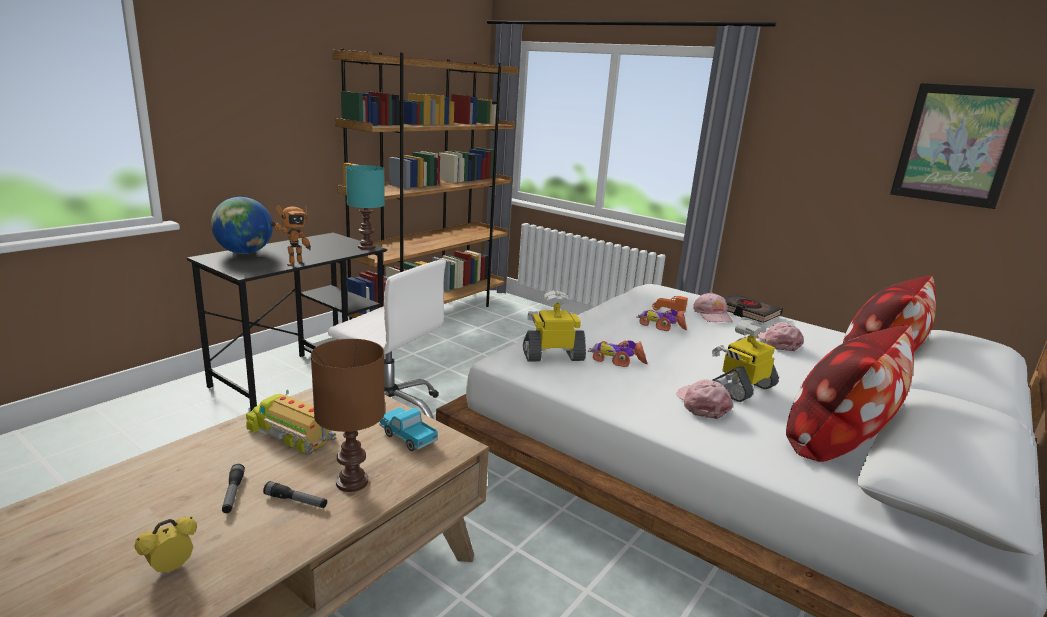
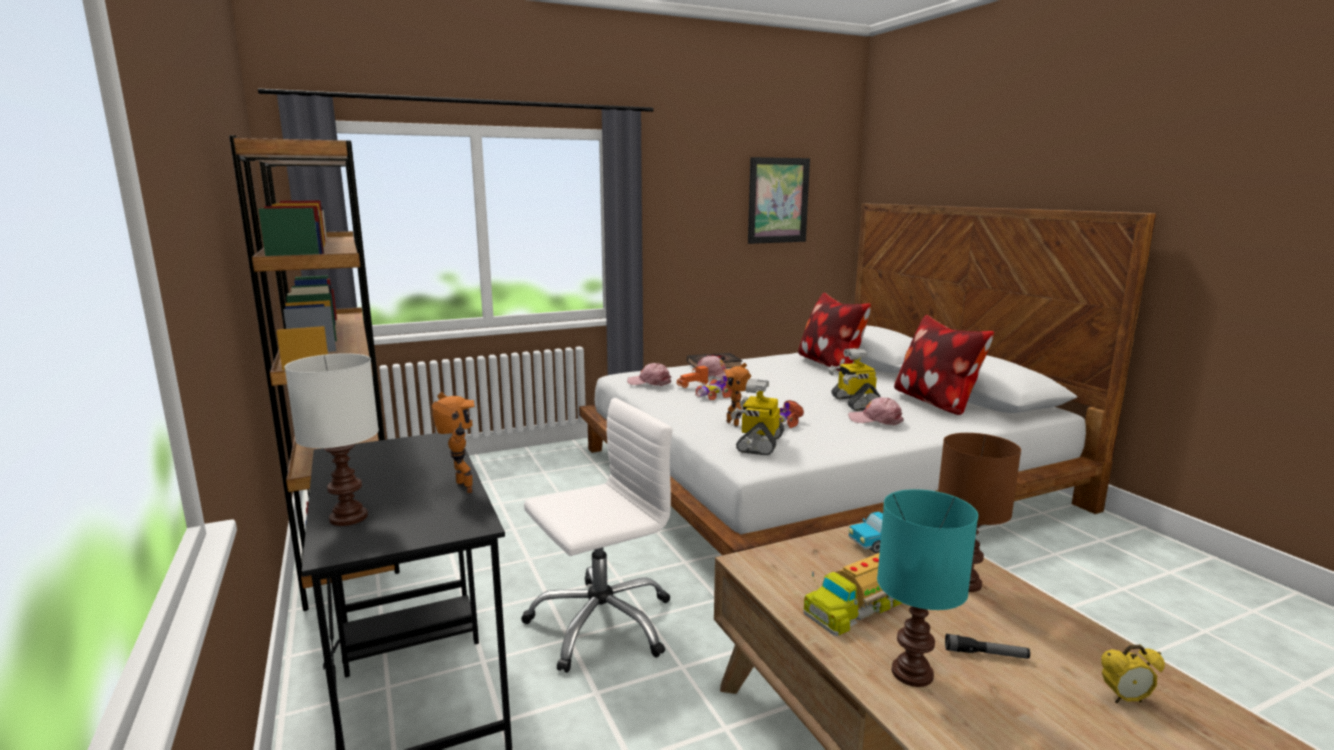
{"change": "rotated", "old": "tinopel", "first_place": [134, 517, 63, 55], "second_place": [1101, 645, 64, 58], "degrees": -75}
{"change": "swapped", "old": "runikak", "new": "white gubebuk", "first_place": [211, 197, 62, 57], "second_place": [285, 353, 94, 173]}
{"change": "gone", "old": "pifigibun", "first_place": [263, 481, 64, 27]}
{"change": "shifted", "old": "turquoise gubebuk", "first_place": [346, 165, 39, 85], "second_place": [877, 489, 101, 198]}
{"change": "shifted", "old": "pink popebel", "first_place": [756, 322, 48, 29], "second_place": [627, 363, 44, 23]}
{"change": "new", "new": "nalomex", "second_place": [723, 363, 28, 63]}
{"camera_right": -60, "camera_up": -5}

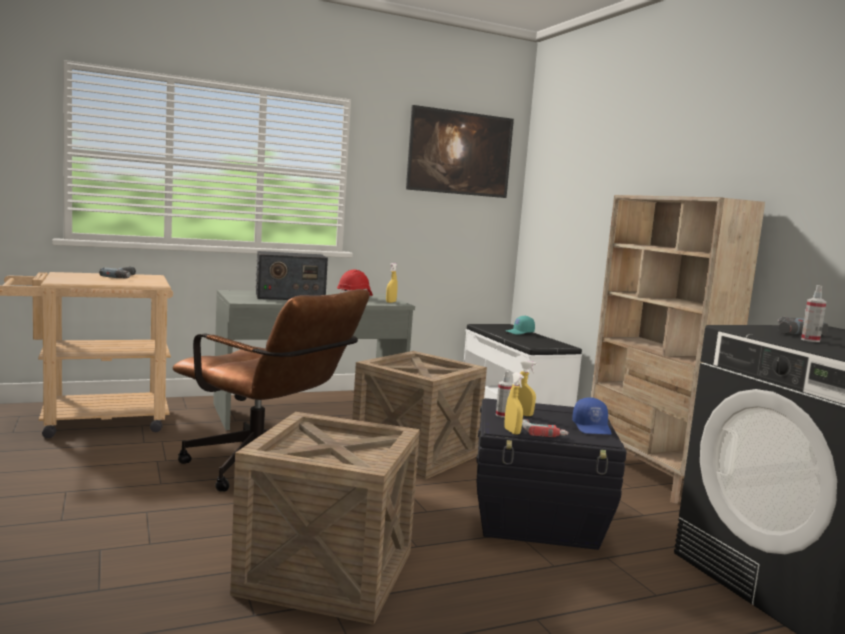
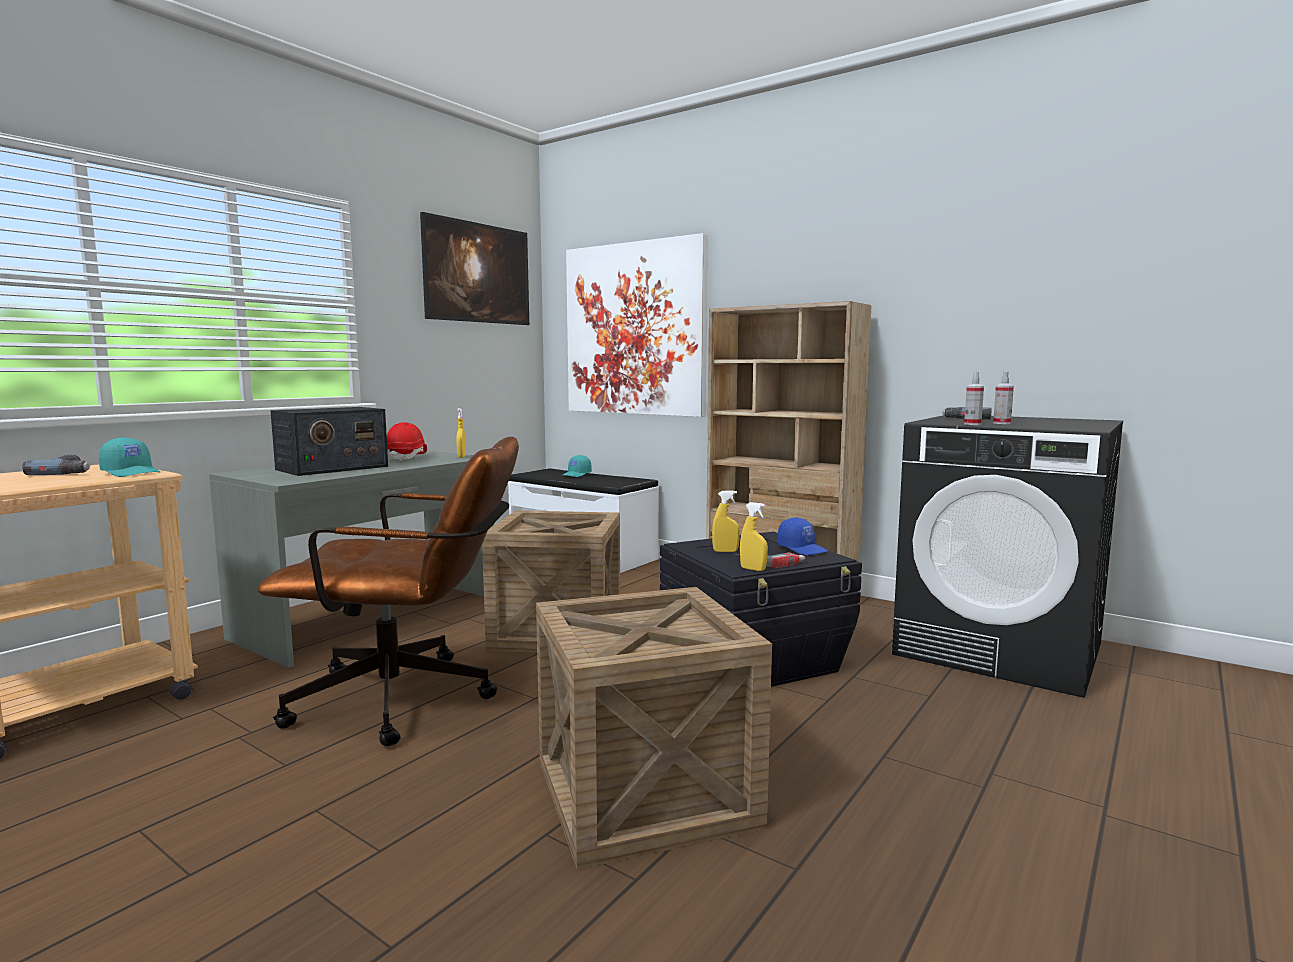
{"change": "shifted", "old": "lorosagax", "first_place": [496, 371, 17, 47], "second_place": [964, 371, 20, 54]}
{"change": "new", "new": "turquoise popebel", "second_place": [99, 437, 62, 40]}
{"change": "new", "new": "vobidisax", "second_place": [566, 233, 142, 184]}
{"camera_right": -30, "camera_up": 0}

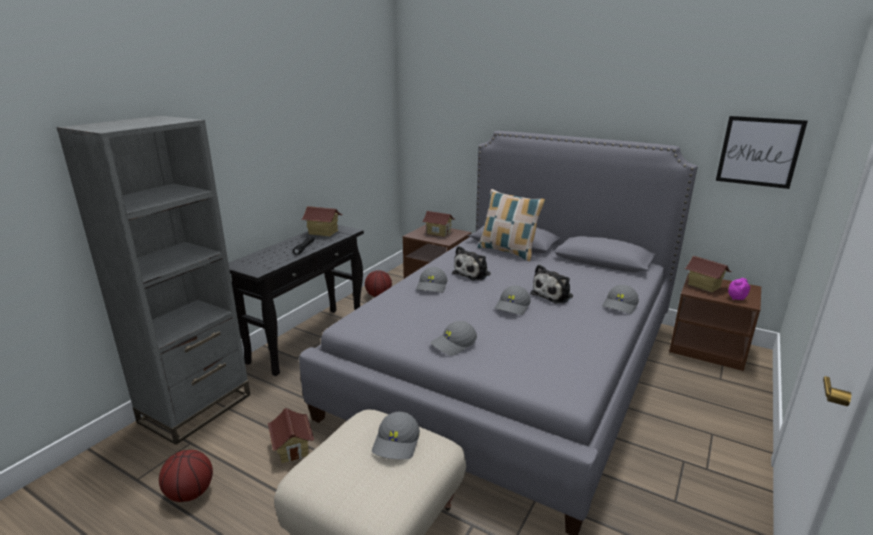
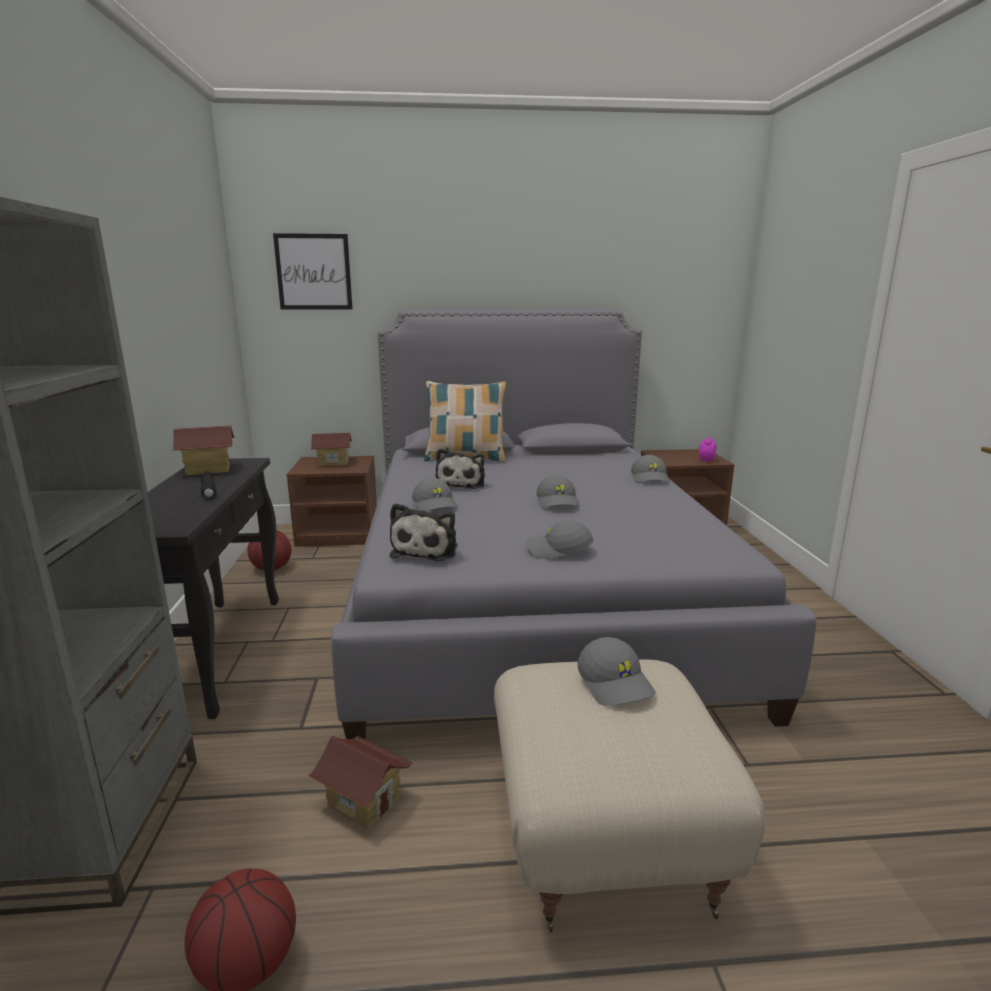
{"change": "rotated", "old": "grey popebel", "first_place": [431, 321, 46, 35], "second_place": [525, 520, 68, 39], "degrees": 75}
{"change": "shifted", "old": "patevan", "first_place": [530, 264, 43, 40], "second_place": [390, 503, 68, 58]}
{"change": "gone", "old": "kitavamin", "first_place": [684, 256, 47, 36]}
{"change": "shifted", "old": "vobidisax", "first_place": [716, 116, 92, 73], "second_place": [273, 233, 80, 77]}
{"camera_right": -35, "camera_up": -5}

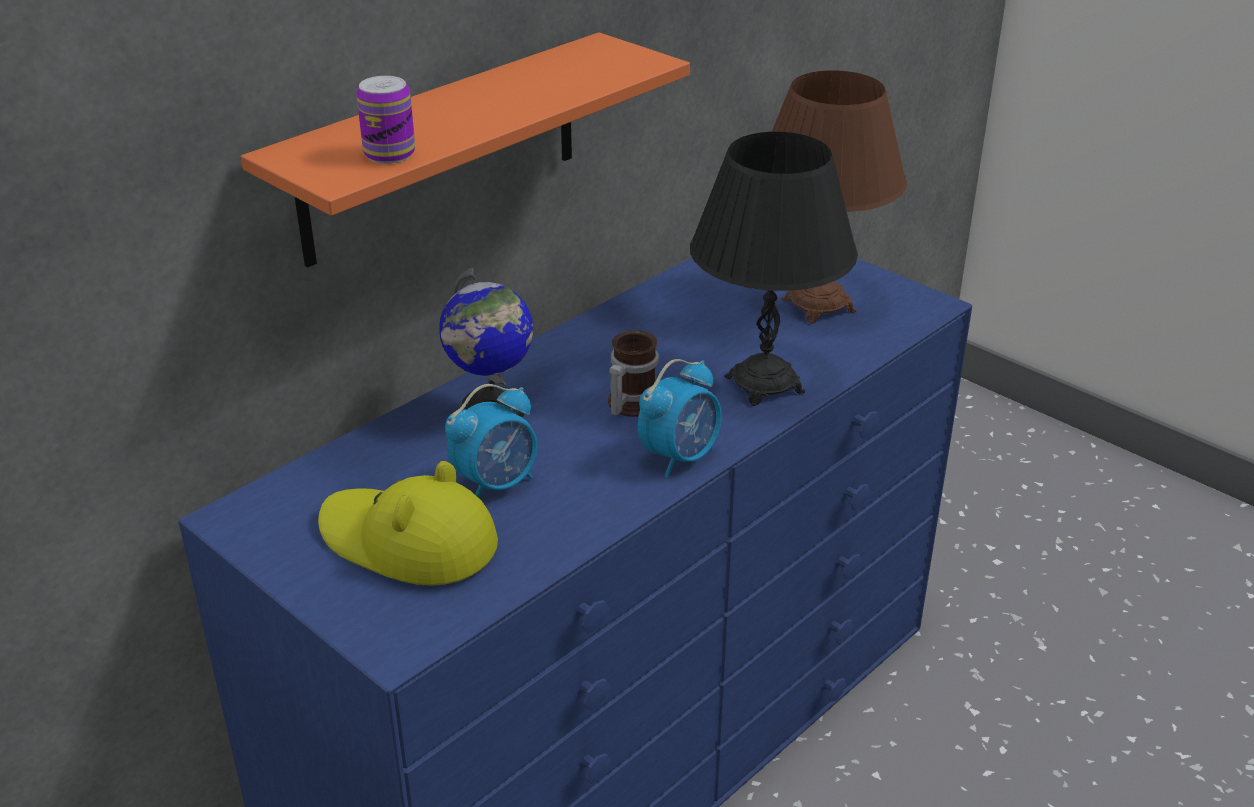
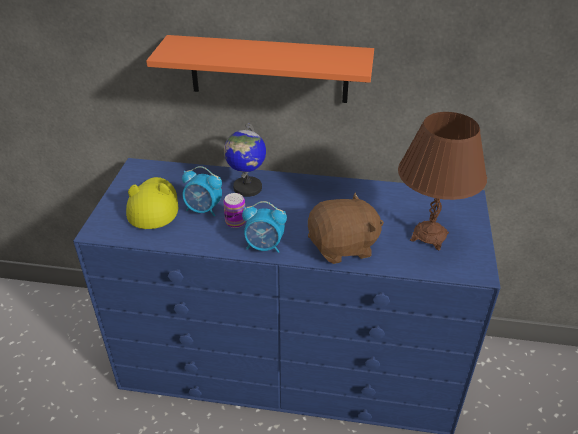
{"change": "shifted", "old": "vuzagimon", "first_place": [356, 76, 59, 88], "second_place": [223, 193, 23, 35]}
{"change": "gone", "old": "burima", "first_place": [608, 330, 51, 87]}
{"change": "swapped", "old": "black gubebuk", "new": "brown patevan", "first_place": [690, 132, 168, 274], "second_place": [308, 192, 76, 72]}
{"camera_right": 55, "camera_up": 5}

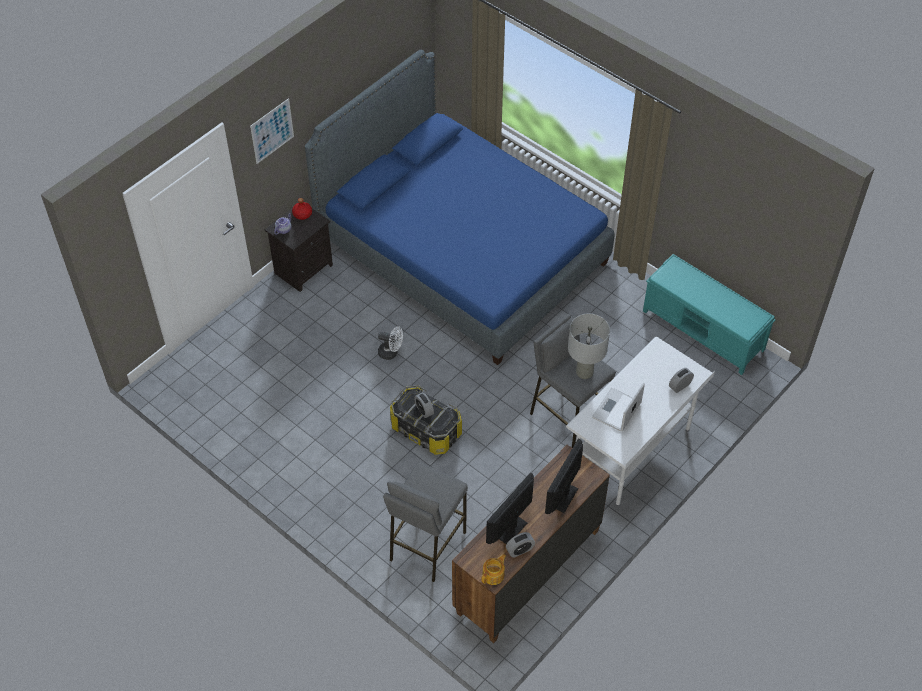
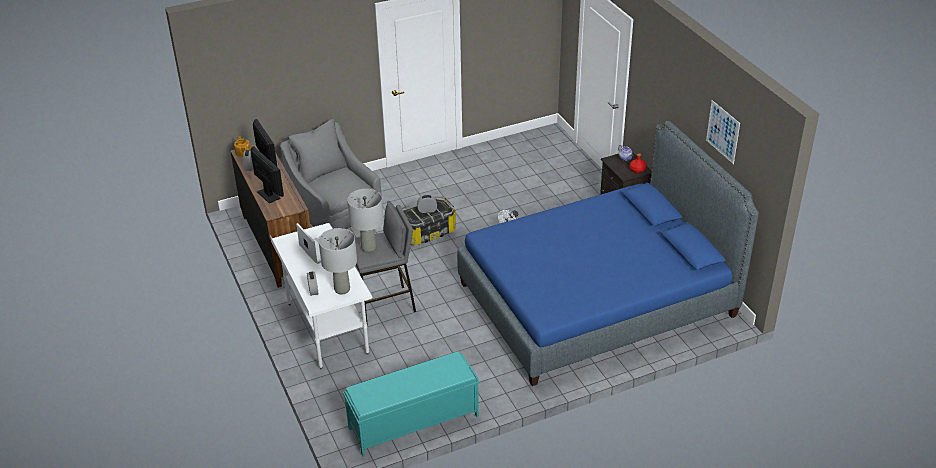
{"change": "shifted", "old": "vobidisax", "first_place": [250, 98, 44, 66], "second_place": [706, 100, 34, 64]}
{"change": "swapped", "old": "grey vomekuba", "new": "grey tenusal", "first_place": [383, 462, 85, 120], "second_place": [280, 119, 102, 110]}
{"change": "new", "new": "grey gubebuk", "second_place": [319, 228, 38, 67]}
{"camera_right": 115, "camera_up": -15}

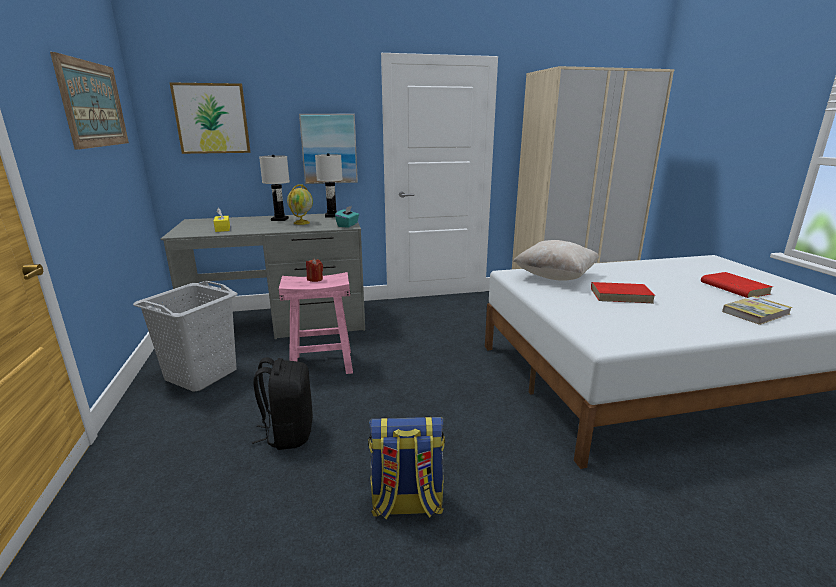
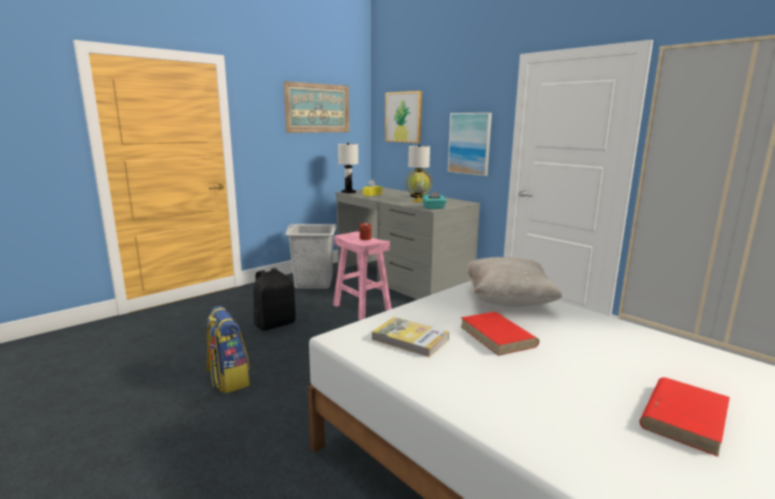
{"change": "shifted", "old": "white gubebuk", "first_place": [315, 153, 28, 65], "second_place": [338, 143, 20, 50]}
{"change": "shifted", "old": "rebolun", "first_place": [722, 296, 70, 29], "second_place": [371, 317, 78, 41]}
{"camera_right": 60, "camera_up": -5}

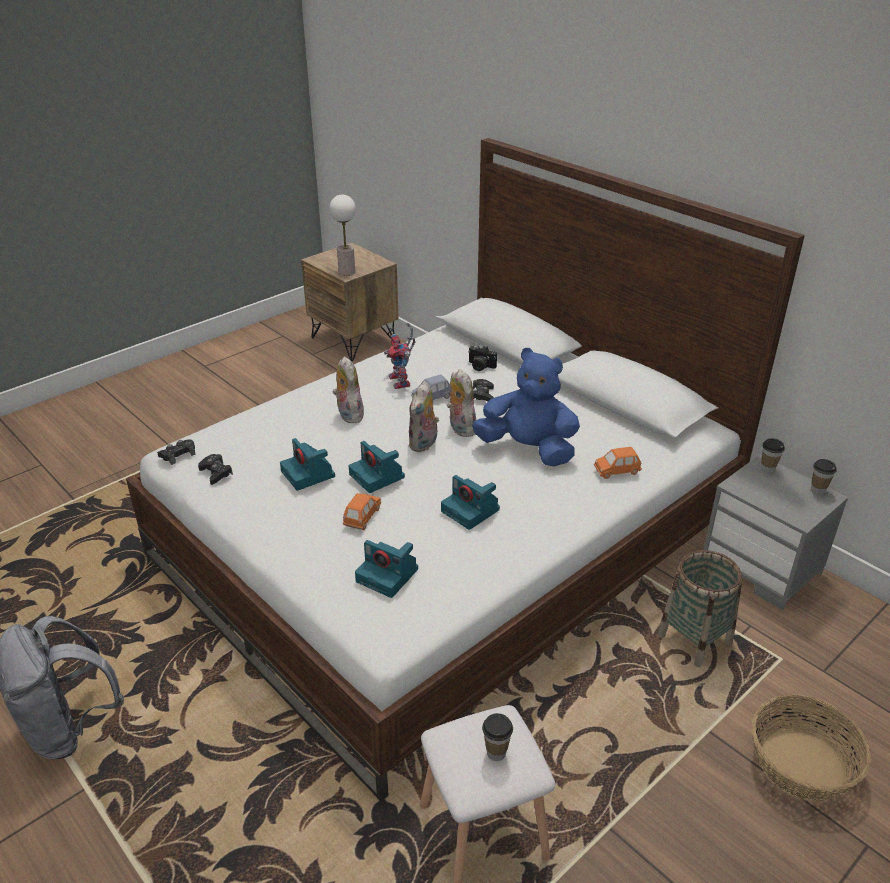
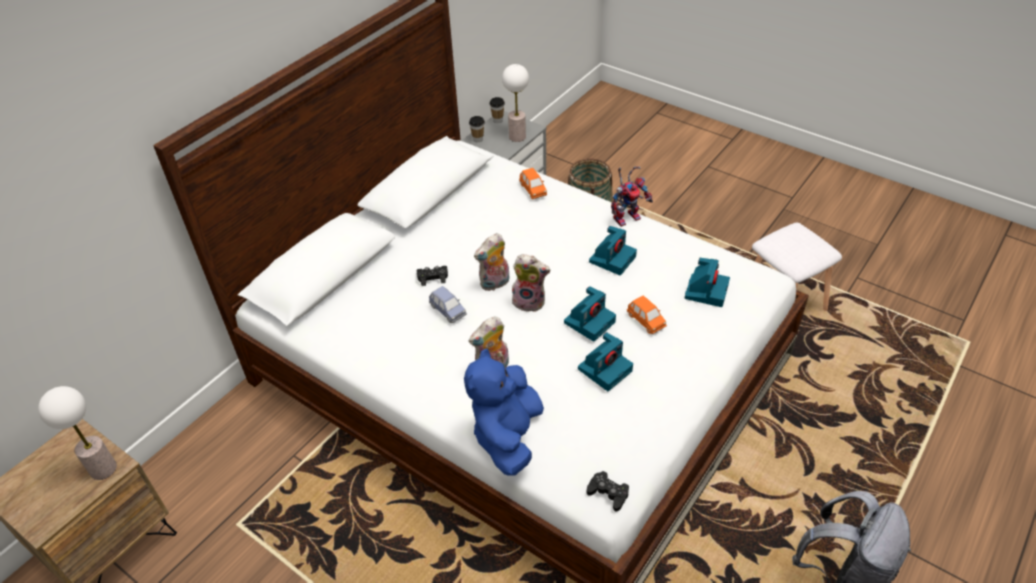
{"change": "gone", "old": "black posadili", "first_place": [198, 454, 35, 31]}
{"change": "rotated", "old": "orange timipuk", "first_place": [343, 493, 38, 37], "second_place": [627, 295, 40, 39], "degrees": -135}
{"change": "shifted", "old": "nalomex", "first_place": [384, 323, 31, 66], "second_place": [611, 166, 42, 61]}
{"change": "gone", "old": "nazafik", "first_place": [468, 346, 29, 25]}
{"change": "shifted", "old": "blue patevan", "first_place": [472, 348, 108, 118], "second_place": [464, 348, 80, 128]}
{"change": "gone", "old": "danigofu", "first_place": [482, 713, 31, 48]}
{"change": "gone", "old": "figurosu", "first_place": [752, 694, 119, 107]}
{"change": "new", "new": "gubebuk", "second_place": [502, 64, 27, 78]}
{"camera_right": -100, "camera_up": 10}

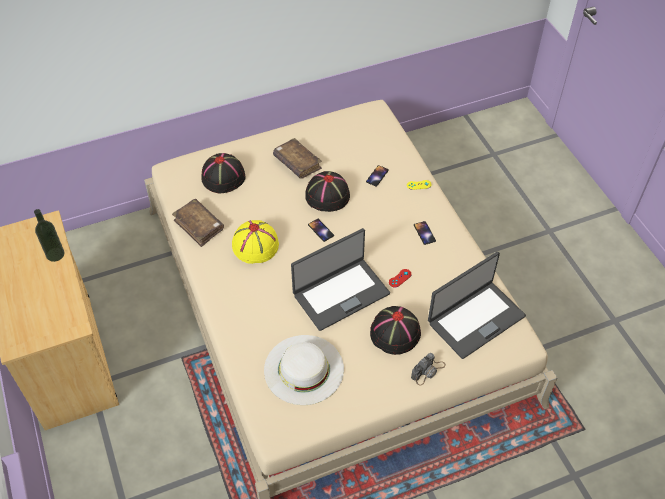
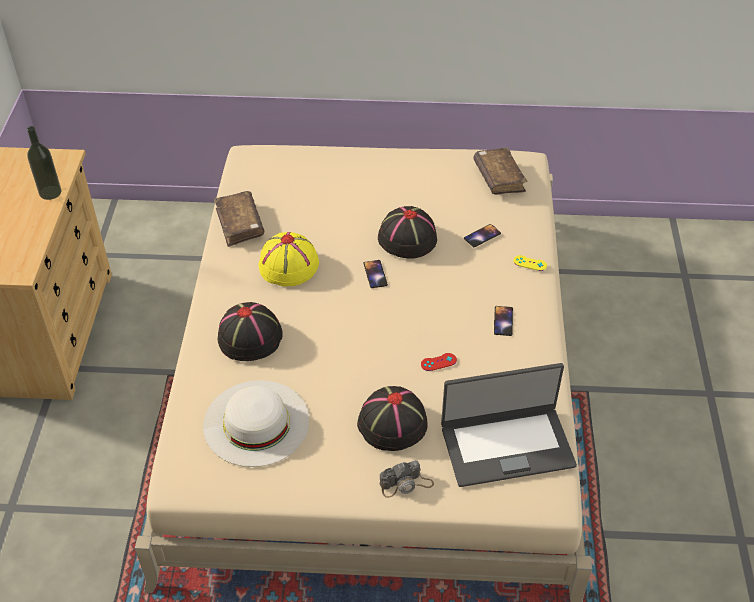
{"change": "shifted", "old": "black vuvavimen", "first_place": [202, 153, 43, 41], "second_place": [218, 302, 65, 59]}
{"change": "shifted", "old": "brown rebolun", "first_place": [273, 138, 49, 41], "second_place": [473, 148, 55, 47]}
{"change": "gone", "old": "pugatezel", "first_place": [291, 228, 99, 103]}
{"camera_right": 25, "camera_up": -5}

